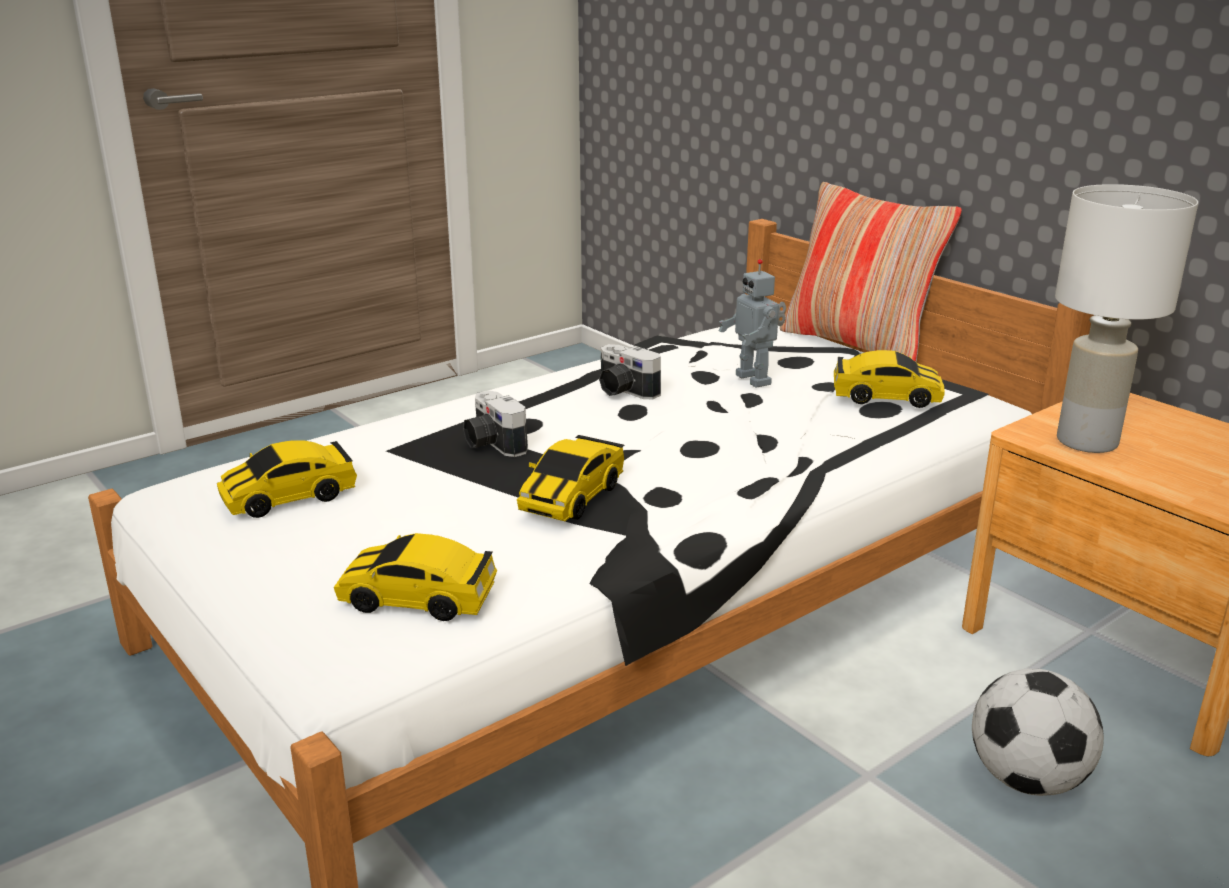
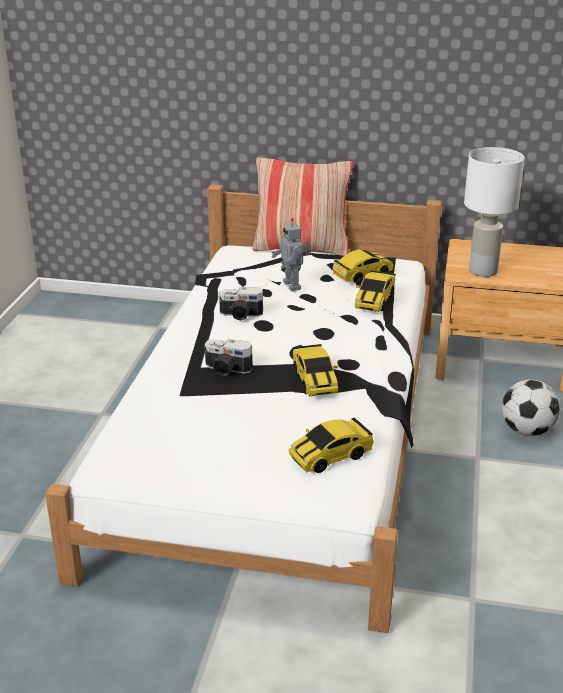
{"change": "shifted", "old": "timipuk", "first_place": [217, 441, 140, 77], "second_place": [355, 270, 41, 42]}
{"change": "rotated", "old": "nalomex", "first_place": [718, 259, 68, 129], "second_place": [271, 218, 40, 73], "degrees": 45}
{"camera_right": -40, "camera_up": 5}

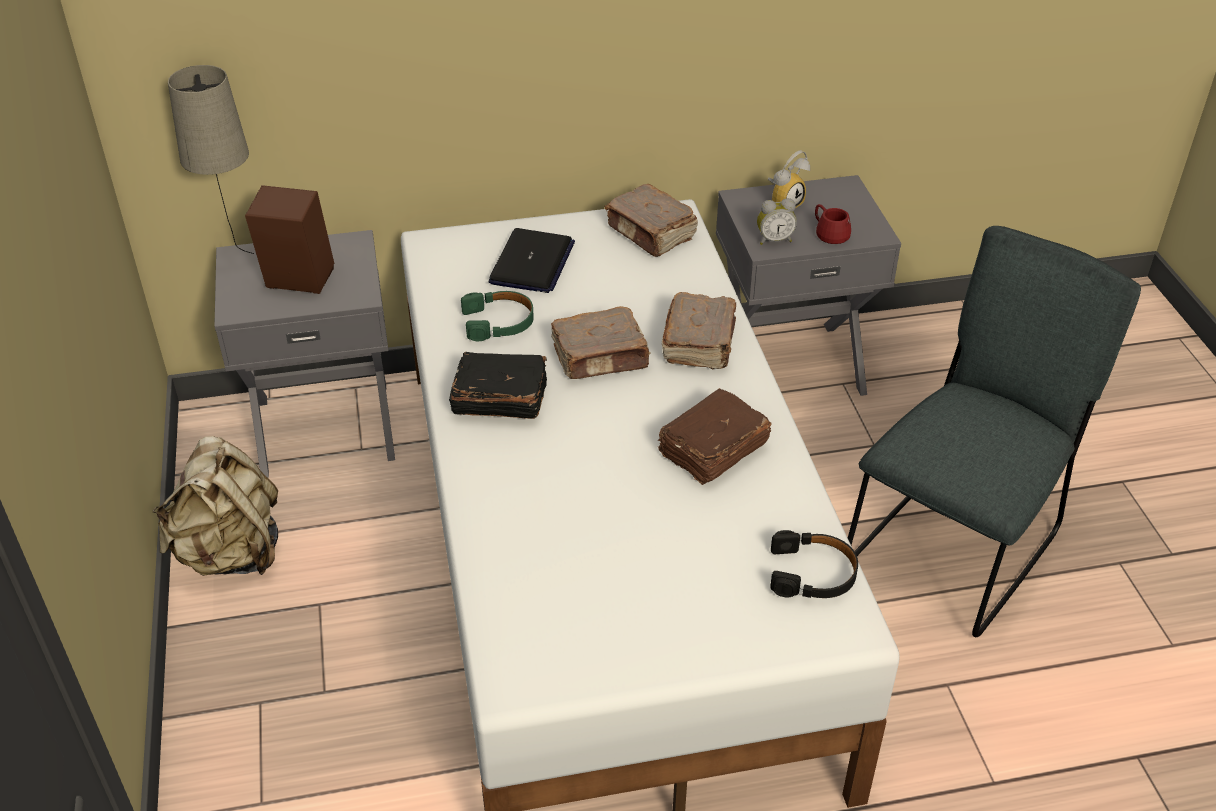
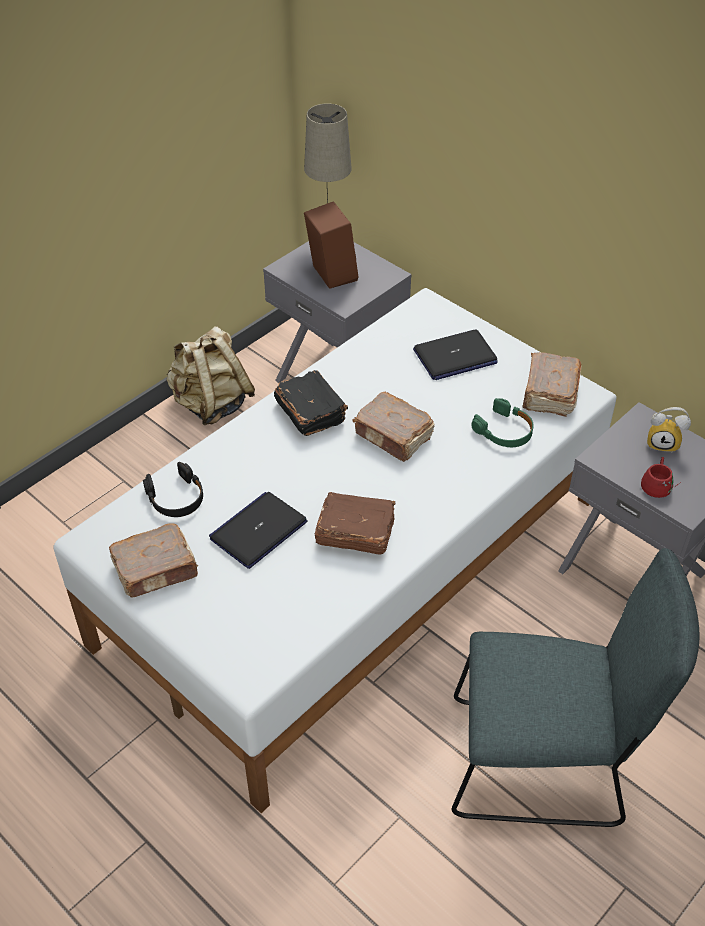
{"change": "shifted", "old": "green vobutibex", "first_place": [461, 291, 73, 50], "second_place": [471, 398, 63, 49]}
{"change": "shifted", "old": "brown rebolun", "first_place": [662, 292, 74, 77], "second_place": [109, 523, 89, 75]}
{"change": "gone", "old": "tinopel", "first_place": [757, 198, 40, 47]}
{"change": "shifted", "old": "black vobutibex", "first_place": [770, 530, 88, 68], "second_place": [143, 462, 60, 55]}
{"change": "new", "new": "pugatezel", "second_place": [209, 492, 99, 77]}
{"camera_right": 55, "camera_up": 5}

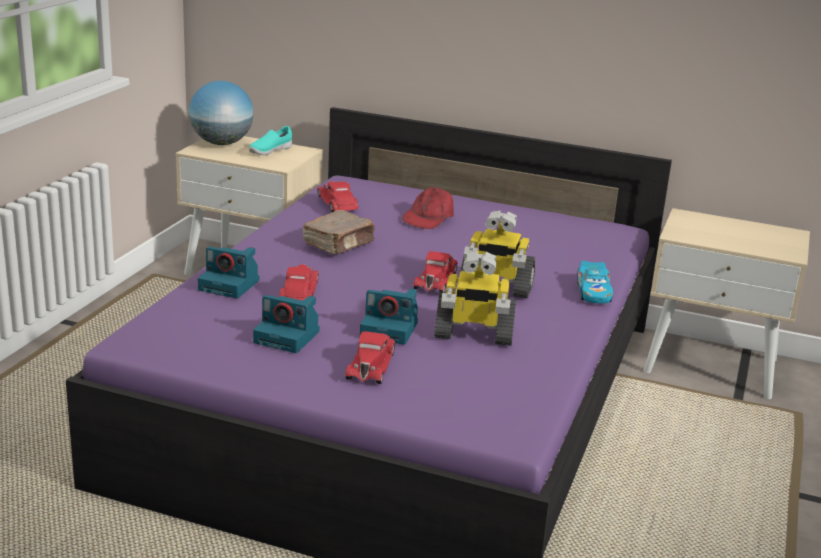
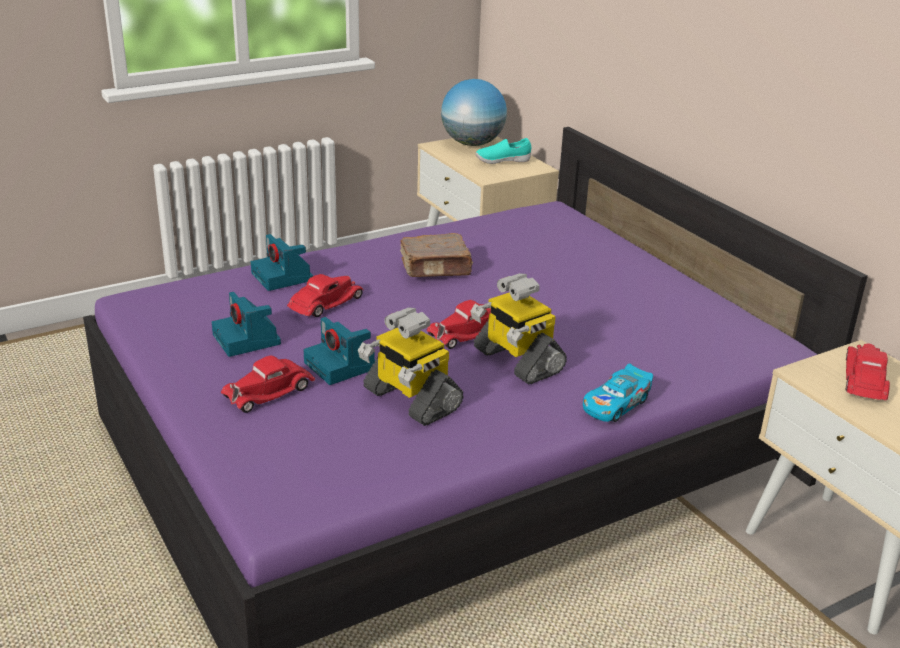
{"change": "shifted", "old": "red timipuk", "first_place": [317, 181, 42, 31], "second_place": [846, 343, 44, 57]}
{"change": "gone", "old": "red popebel", "first_place": [402, 187, 52, 42]}
{"camera_right": 40, "camera_up": 5}

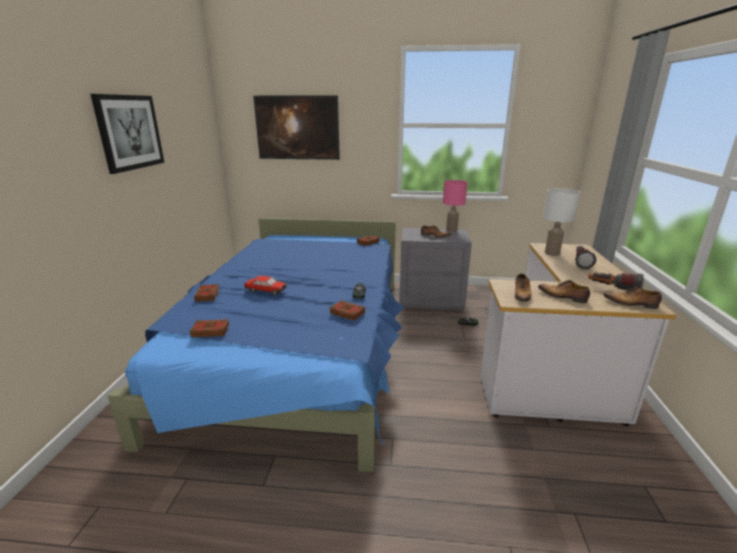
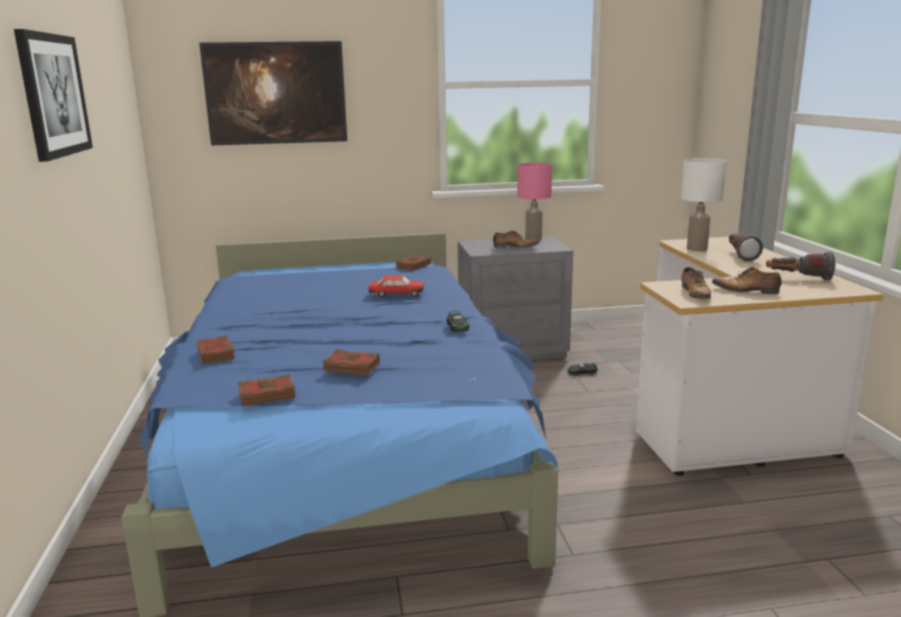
{"change": "shifted", "old": "timipuk", "first_place": [244, 276, 43, 19], "second_place": [368, 275, 56, 22]}
{"change": "shifted", "old": "brown rebolun", "first_place": [330, 300, 35, 21], "second_place": [323, 349, 57, 26]}
{"change": "gone", "old": "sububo", "first_place": [603, 286, 59, 23]}
{"camera_right": -15, "camera_up": -5}

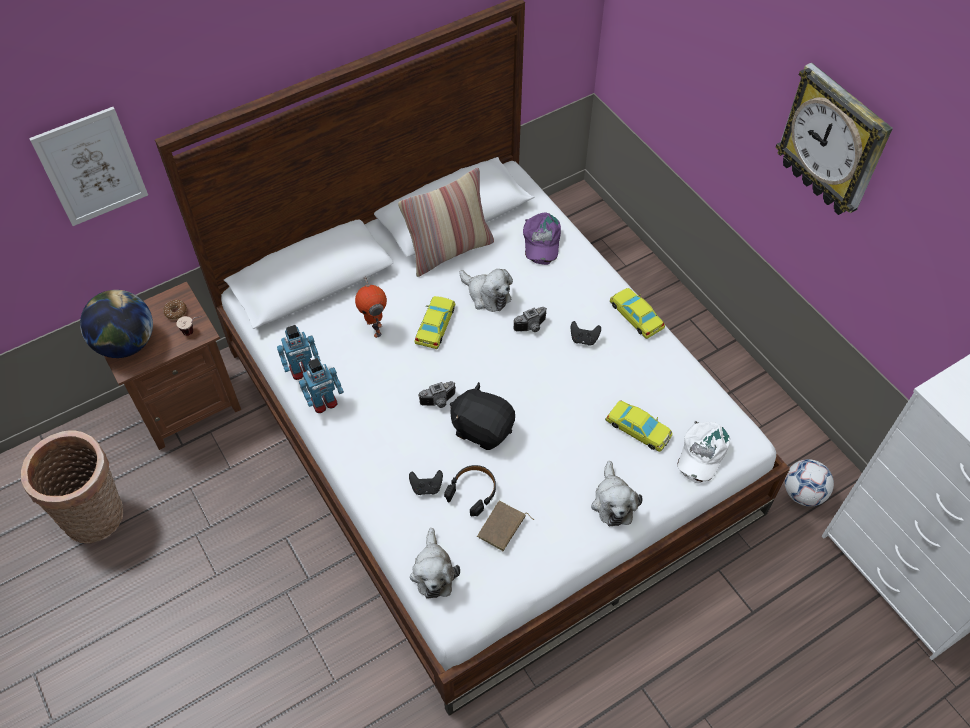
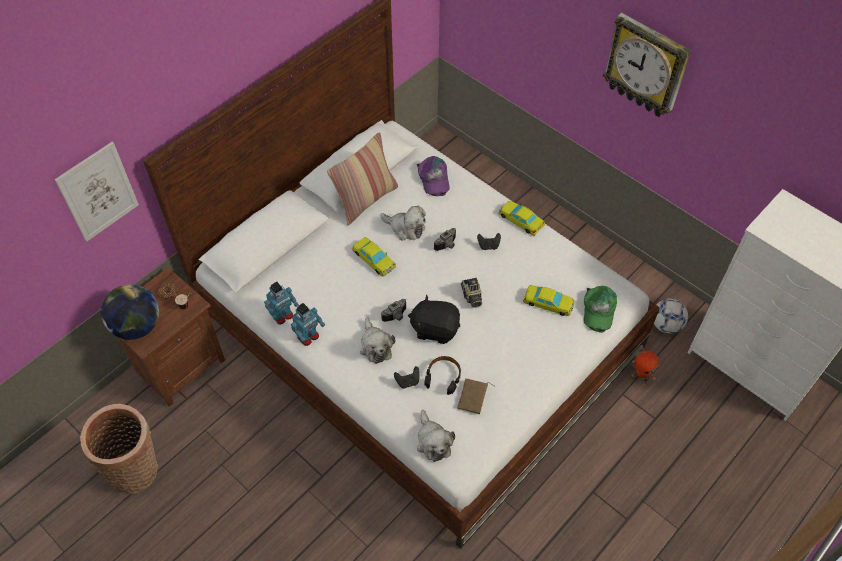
{"change": "shifted", "old": "nalomex", "first_place": [355, 275, 32, 63], "second_place": [632, 345, 27, 41]}
{"change": "rotated", "old": "yellow timipuk", "first_place": [414, 296, 41, 53], "second_place": [352, 237, 44, 39], "degrees": 135}
{"change": "shifted", "old": "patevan", "first_place": [591, 461, 51, 65], "second_place": [360, 317, 35, 47]}
{"change": "repainted", "old": "white popebel", "new": "green popebel", "first_place": [678, 421, 52, 63], "second_place": [584, 286, 33, 47]}
{"change": "new", "new": "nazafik", "second_place": [461, 277, 21, 31]}
{"camera_right": -15, "camera_up": 0}

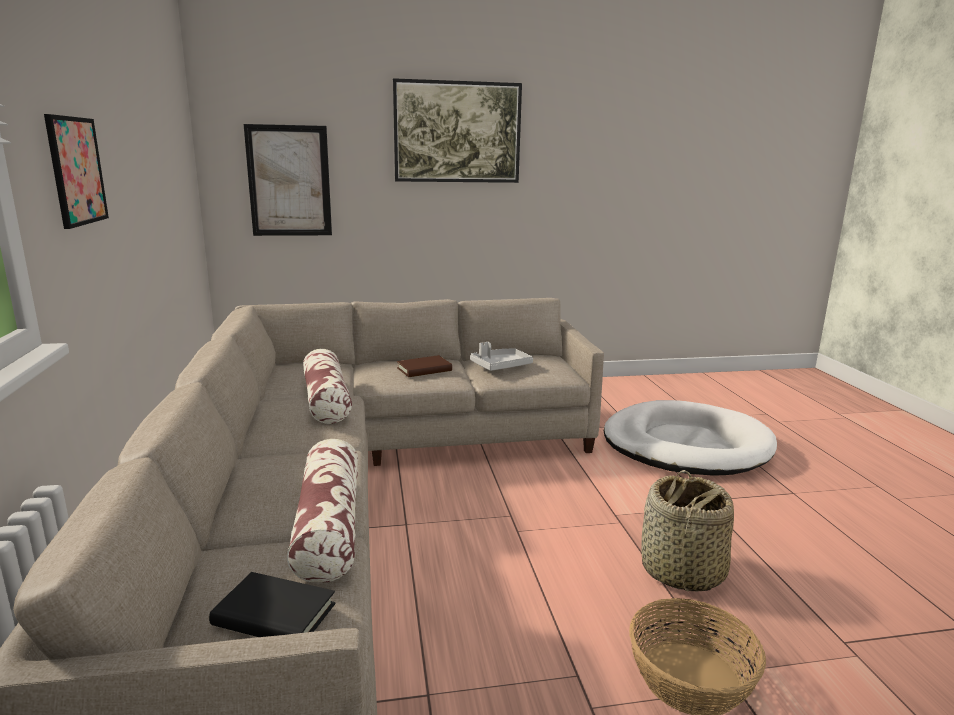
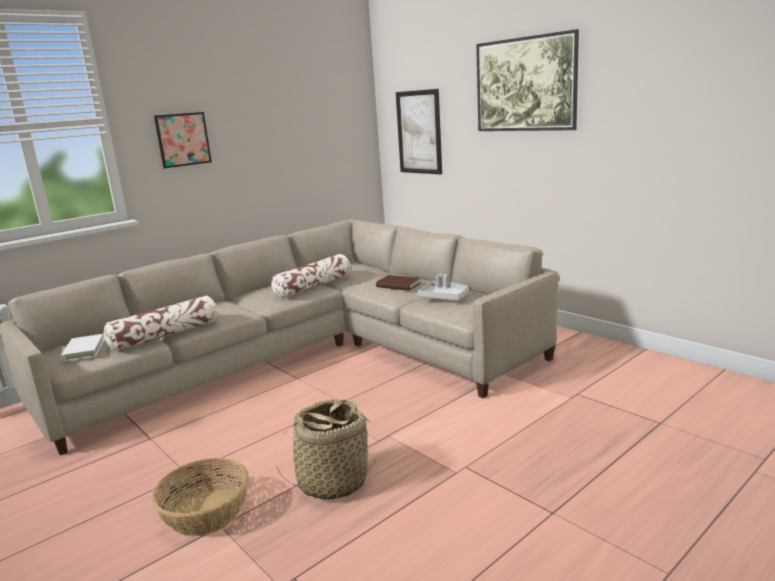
{"change": "repainted", "old": "black rebolun", "new": "white rebolun", "first_place": [209, 572, 126, 65], "second_place": [60, 334, 44, 28]}
{"change": "gone", "old": "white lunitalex", "first_place": [604, 400, 173, 76]}
{"camera_right": 60, "camera_up": 0}

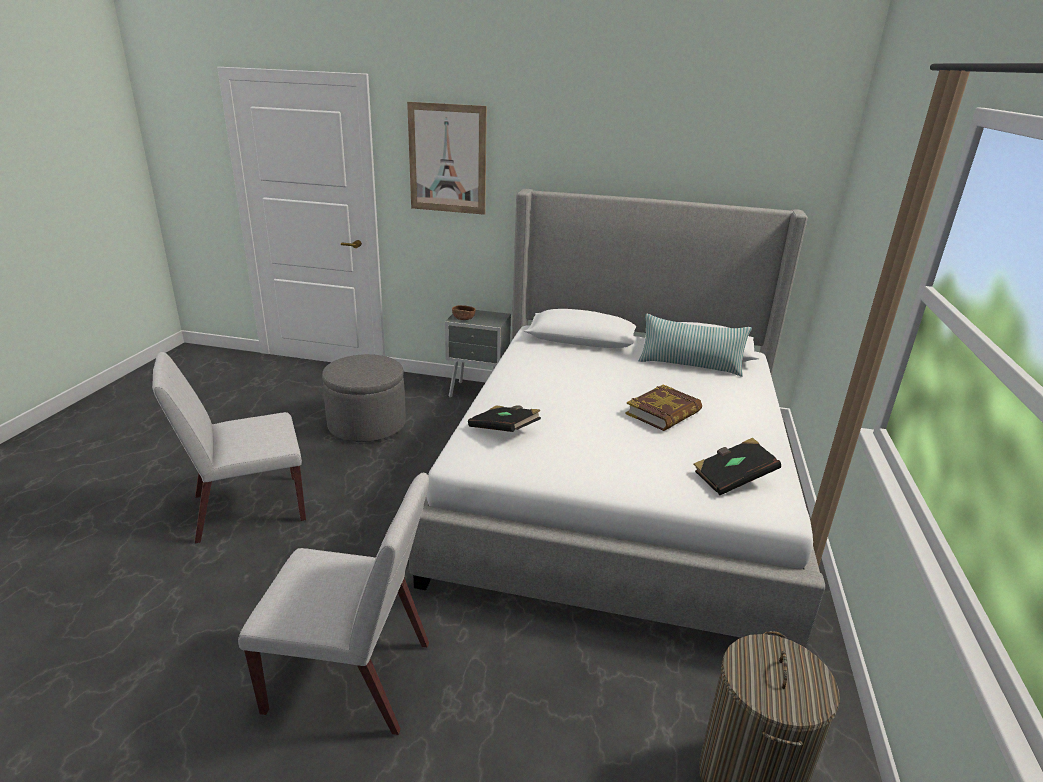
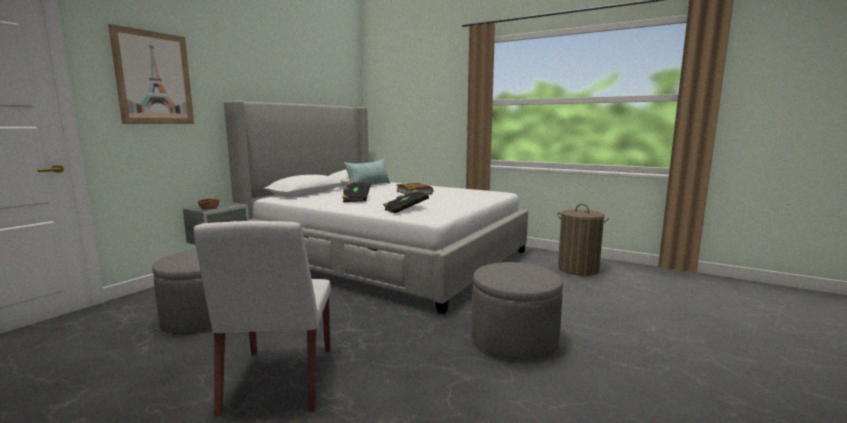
{"change": "swapped", "old": "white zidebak", "new": "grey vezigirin", "first_place": [238, 473, 191, 262], "second_place": [472, 262, 91, 98]}
{"change": "shifted", "old": "black rebolun", "first_place": [693, 438, 88, 57], "second_place": [342, 182, 29, 20]}
{"camera_right": -70, "camera_up": -15}

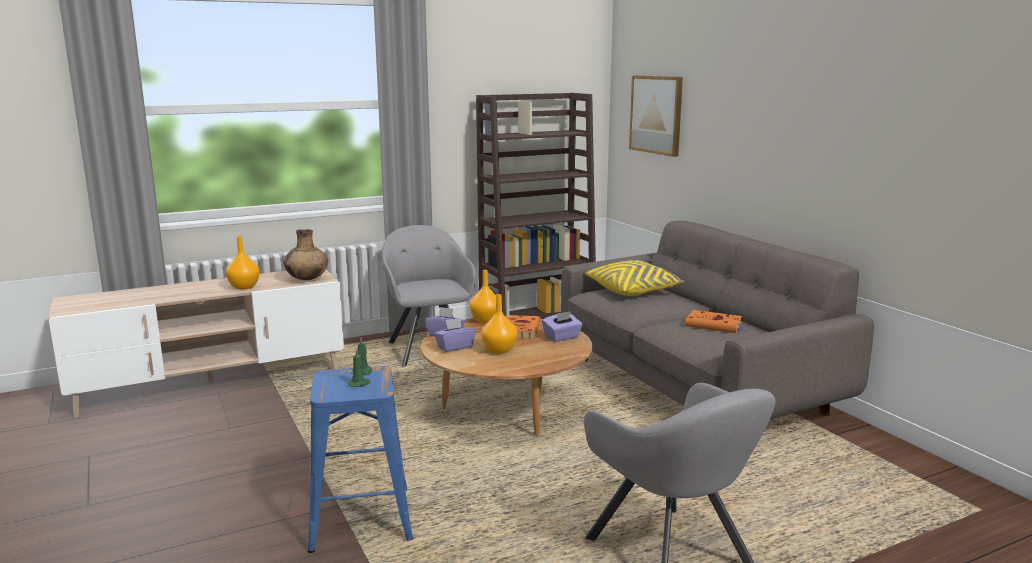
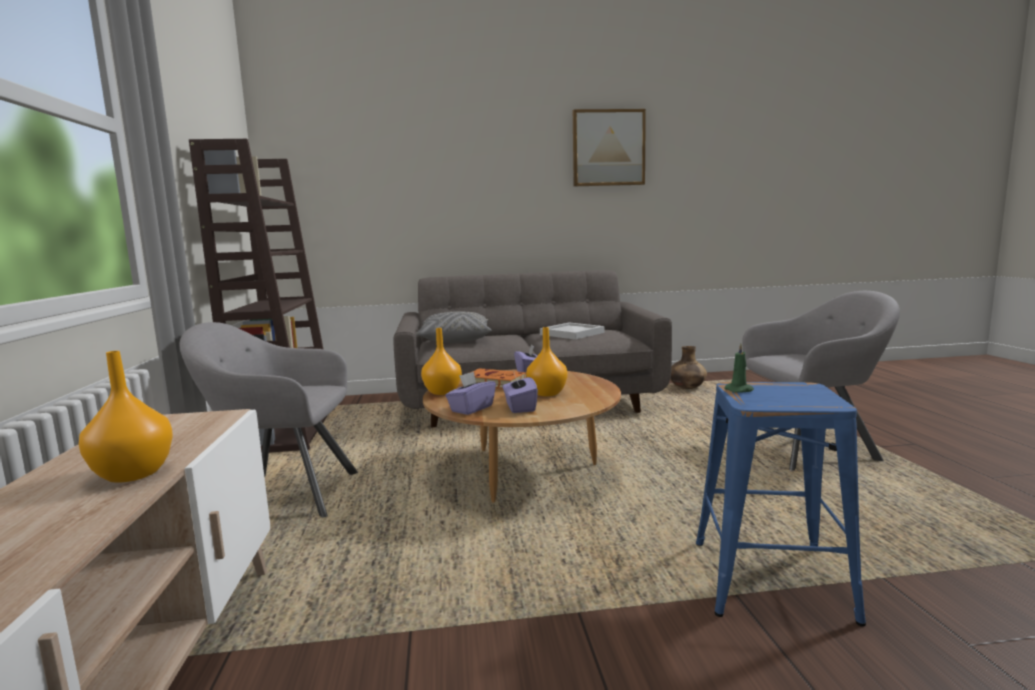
{"change": "shifted", "old": "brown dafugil", "first_place": [283, 229, 45, 51], "second_place": [670, 346, 37, 43]}
{"change": "gone", "old": "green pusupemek", "first_place": [348, 349, 23, 38]}
{"change": "repainted", "old": "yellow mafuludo", "new": "grey mafuludo", "first_place": [585, 260, 100, 36], "second_place": [416, 311, 76, 32]}
{"change": "shifted", "old": "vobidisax", "first_place": [629, 76, 54, 81], "second_place": [573, 109, 73, 77]}
{"change": "swapped", "old": "orange rebolun", "new": "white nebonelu", "first_place": [686, 310, 62, 23], "second_place": [540, 322, 64, 18]}
{"camera_right": -70, "camera_up": -5}

